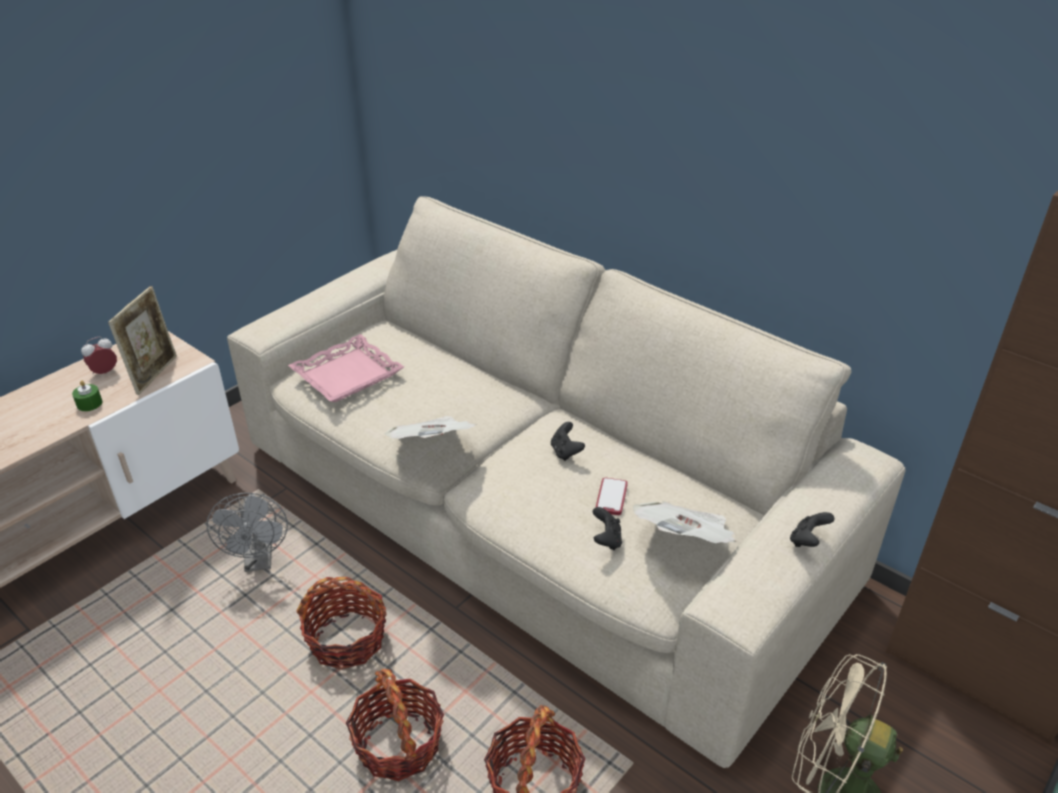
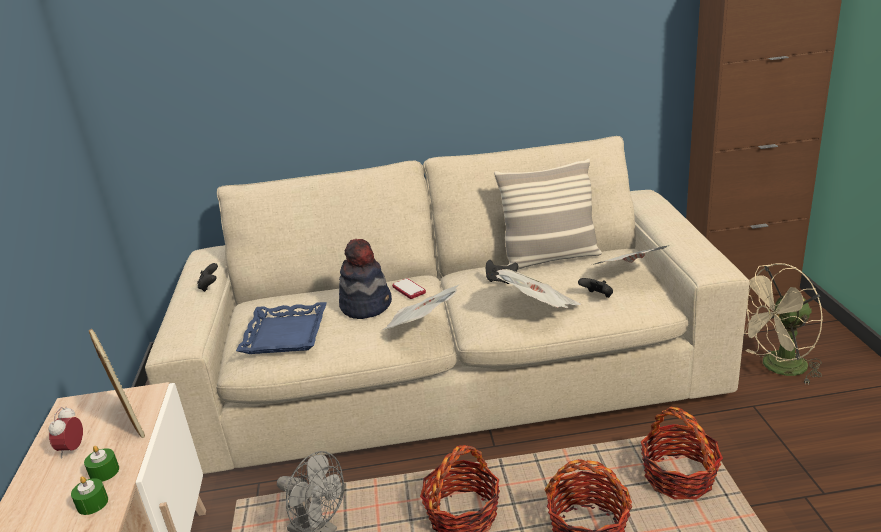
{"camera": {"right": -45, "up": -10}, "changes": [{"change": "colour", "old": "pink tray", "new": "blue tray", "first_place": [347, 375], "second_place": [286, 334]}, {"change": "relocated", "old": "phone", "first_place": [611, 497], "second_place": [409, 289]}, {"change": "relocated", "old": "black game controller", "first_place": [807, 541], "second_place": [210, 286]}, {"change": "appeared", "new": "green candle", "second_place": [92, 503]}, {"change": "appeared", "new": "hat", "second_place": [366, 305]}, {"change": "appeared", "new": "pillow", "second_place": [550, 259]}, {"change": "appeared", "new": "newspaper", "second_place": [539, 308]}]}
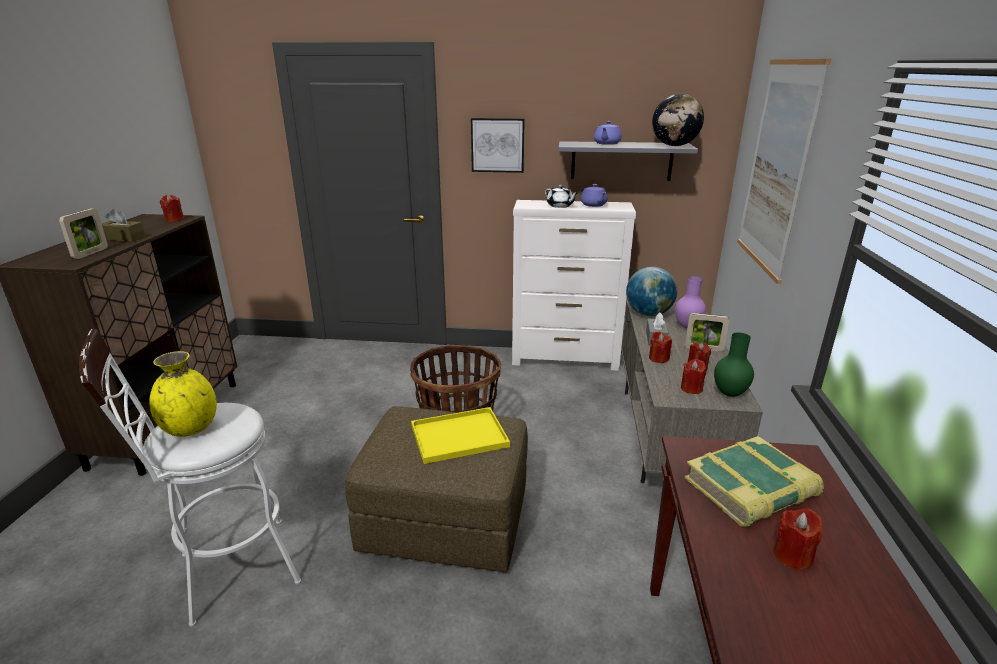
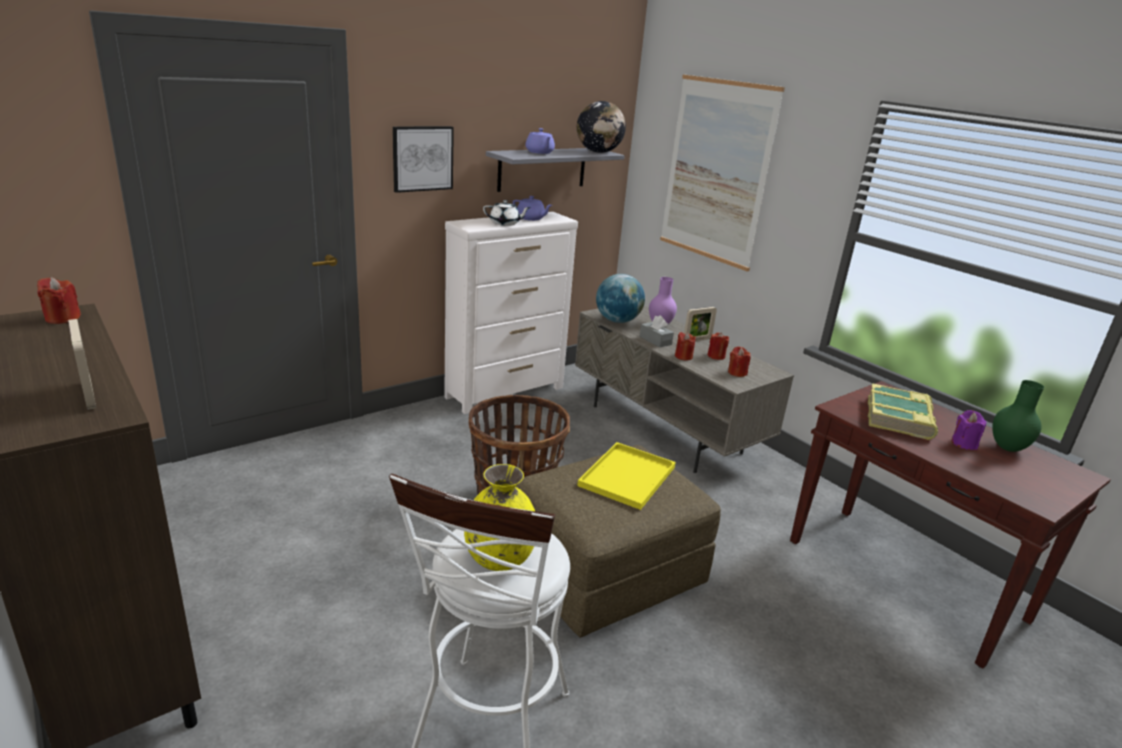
{"camera": {"right": -45, "up": 0}, "changes": [{"change": "missing", "old": "brown tissue box", "first_place": [123, 238]}, {"change": "relocated", "old": "green vase", "first_place": [729, 394], "second_place": [1008, 449]}, {"change": "colour", "old": "red candle", "new": "purple candle", "first_place": [793, 555], "second_place": [964, 444]}]}
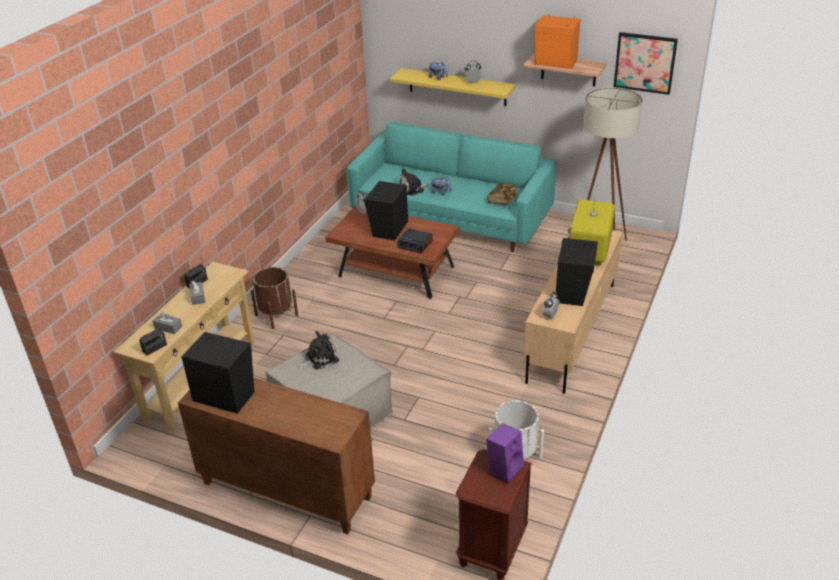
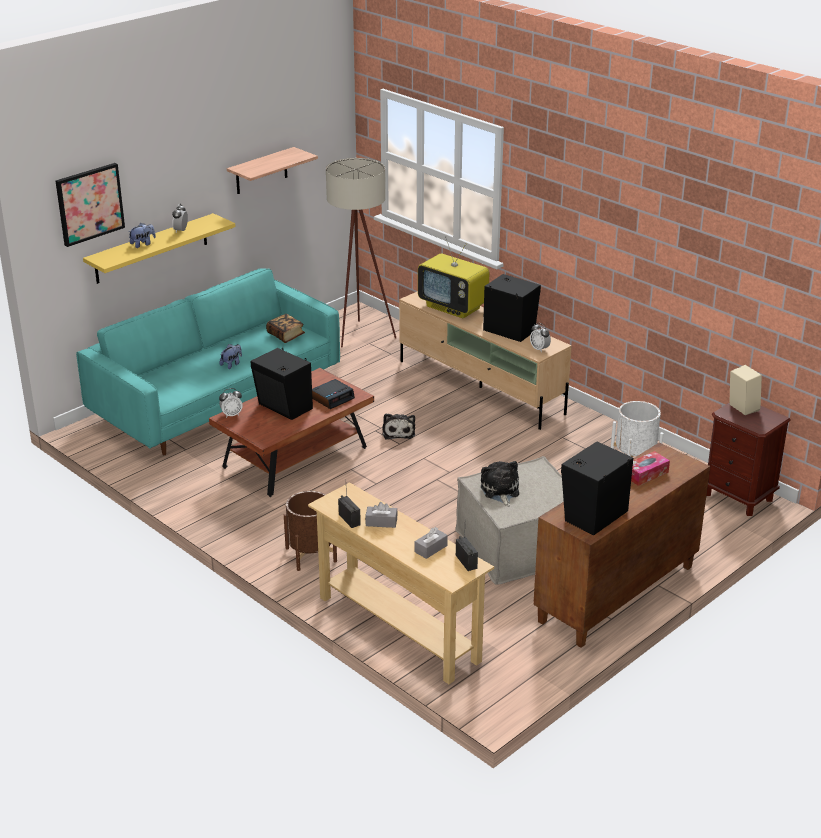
{"camera": {"right": -70, "up": -5}, "changes": [{"change": "relocated", "old": "plush toy", "first_place": [413, 189], "second_place": [398, 432]}, {"change": "colour", "old": "purple speaker", "new": "beige speaker", "first_place": [504, 468], "second_place": [741, 408]}, {"change": "missing", "old": "orange speaker", "first_place": [556, 63]}, {"change": "relocated", "old": "picture", "first_place": [645, 62], "second_place": [89, 204]}, {"change": "appeared", "new": "tissue box", "second_place": [645, 474]}]}
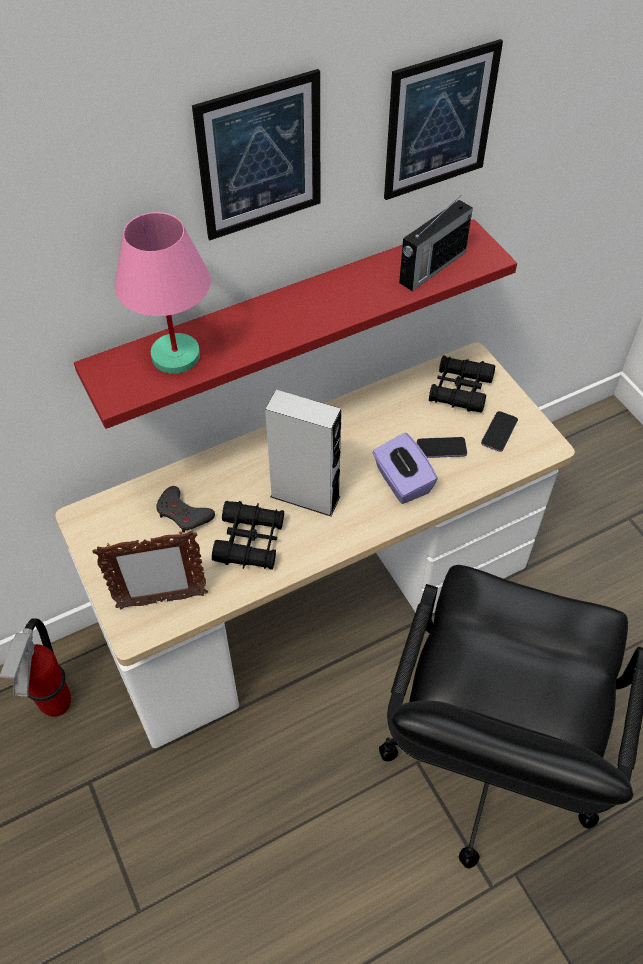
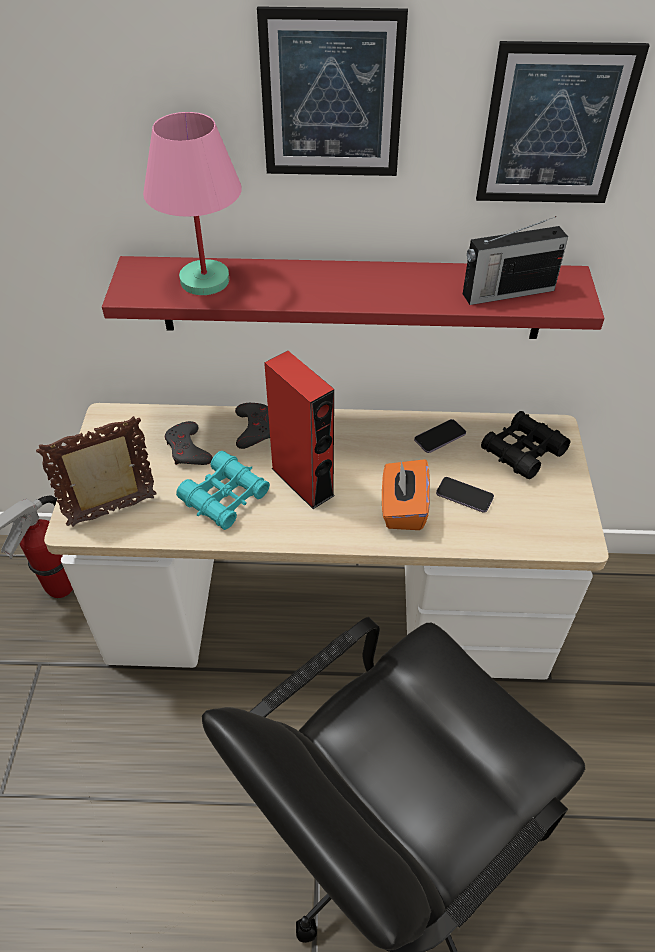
{"camera": {"right": 30, "up": -5}, "changes": [{"change": "spun", "old": "picture frame", "first_place": [161, 601], "second_place": [114, 511], "degrees": 135}, {"change": "colour", "old": "black binoculars", "new": "turquoise binoculars", "first_place": [250, 541], "second_place": [225, 497]}, {"change": "colour", "old": "grey speaker", "new": "red speaker", "first_place": [305, 496], "second_place": [302, 481]}, {"change": "colour", "old": "purple tissue box", "new": "orange tissue box", "first_place": [402, 481], "second_place": [403, 508]}, {"change": "relocated", "old": "phone", "first_place": [499, 432], "second_place": [440, 437]}, {"change": "appeared", "new": "grey game controller", "second_place": [253, 428]}]}
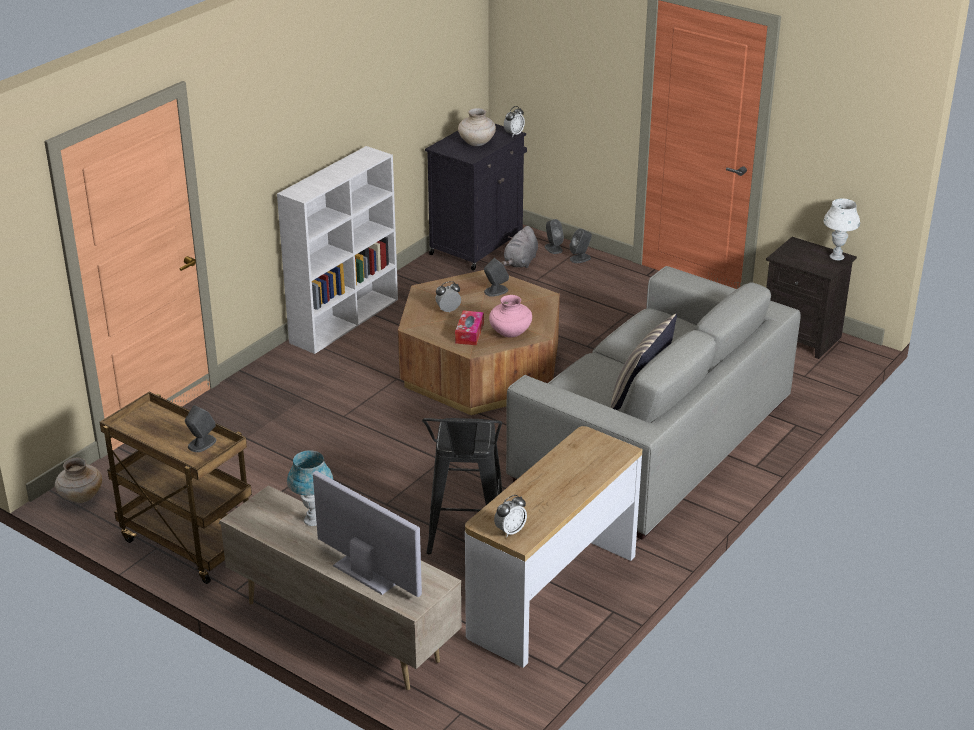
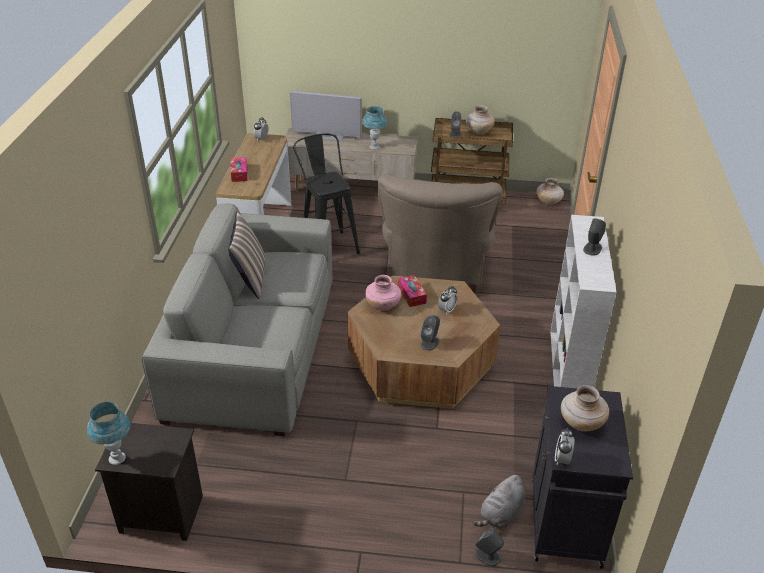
{"camera": {"right": 150, "up": 5}, "changes": [{"change": "spun", "old": "grey plush toy", "first_place": [520, 262], "second_place": [500, 514], "degrees": -135}, {"change": "relocated", "old": "grey speaker", "first_place": [580, 258], "second_place": [592, 248]}, {"change": "colour", "old": "white table lamp", "new": "blue table lamp", "first_place": [836, 257], "second_place": [117, 458]}, {"change": "appeared", "new": "tissue box", "second_place": [239, 173]}, {"change": "appeared", "new": "beige armchair", "second_place": [436, 270]}, {"change": "appeared", "new": "beige vase", "second_place": [478, 131]}]}
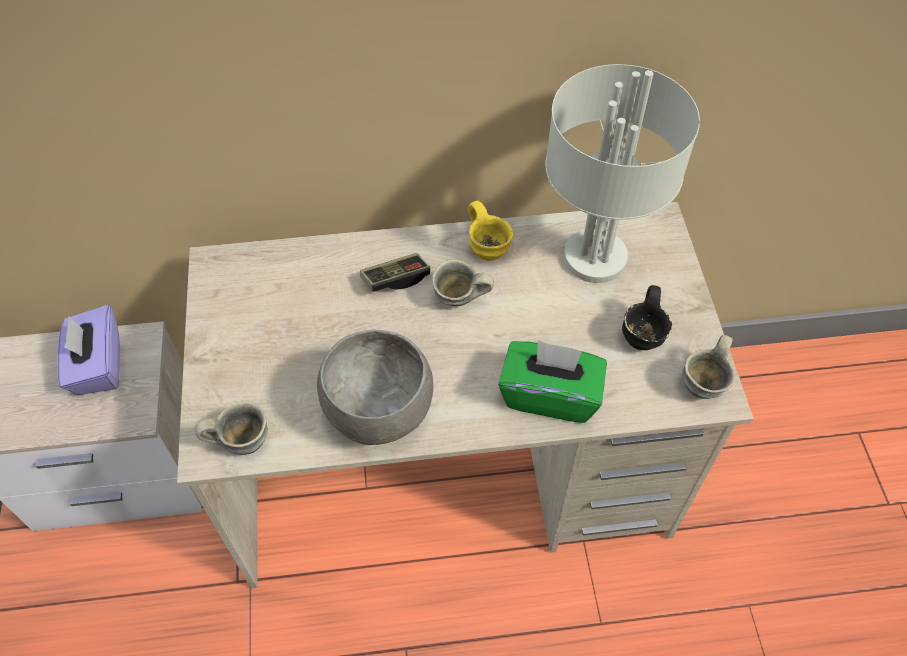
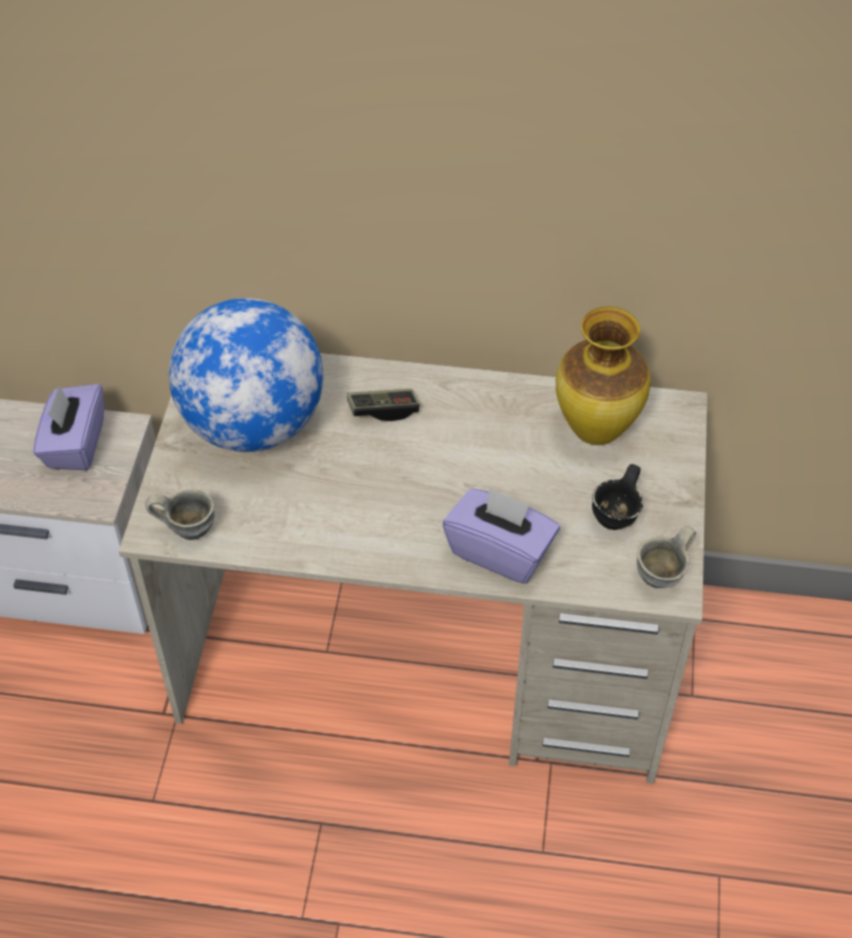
{"camera": {"right": 15, "up": -5}, "changes": [{"change": "missing", "old": "grey bowl", "first_place": [381, 412]}, {"change": "missing", "old": "grey mug", "first_place": [459, 301]}, {"change": "missing", "old": "yellow mug", "first_place": [489, 248]}, {"change": "colour", "old": "green tissue box", "new": "purple tissue box", "first_place": [550, 395], "second_place": [500, 551]}, {"change": "exchanged", "old": "grey table lamp", "new": "vase", "first_place": [594, 259], "second_place": [594, 432]}, {"change": "appeared", "new": "globe", "second_place": [253, 425]}]}
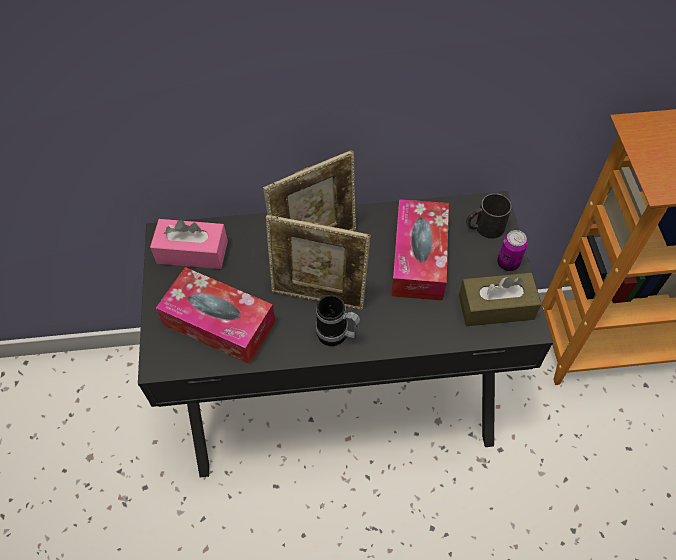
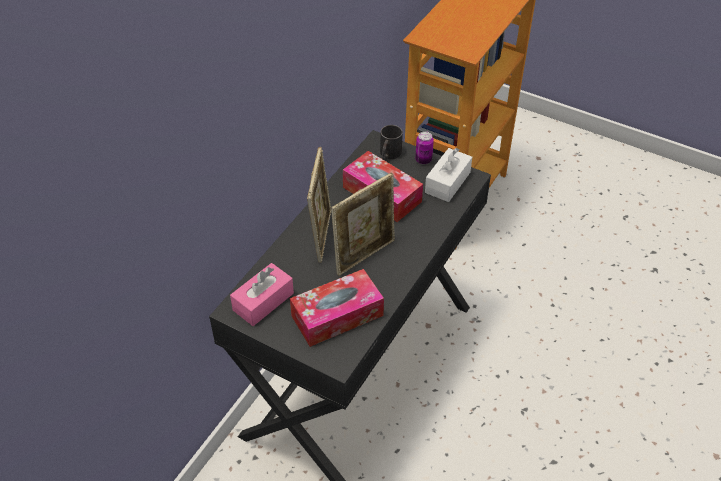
{"camera": {"right": -55, "up": -10}, "changes": [{"change": "missing", "old": "mug", "first_place": [337, 336]}, {"change": "colour", "old": "brown tissue box", "new": "white tissue box", "first_place": [496, 307], "second_place": [447, 182]}]}
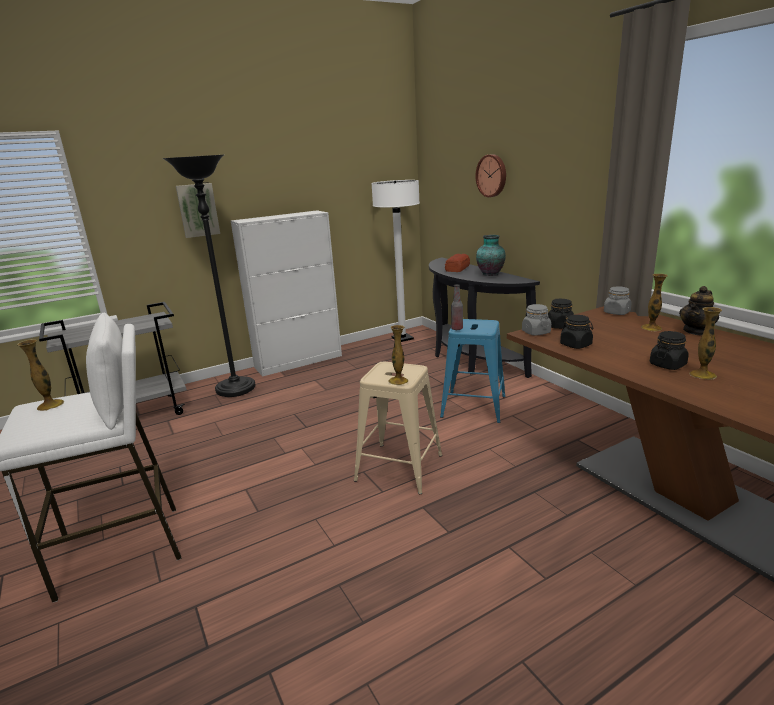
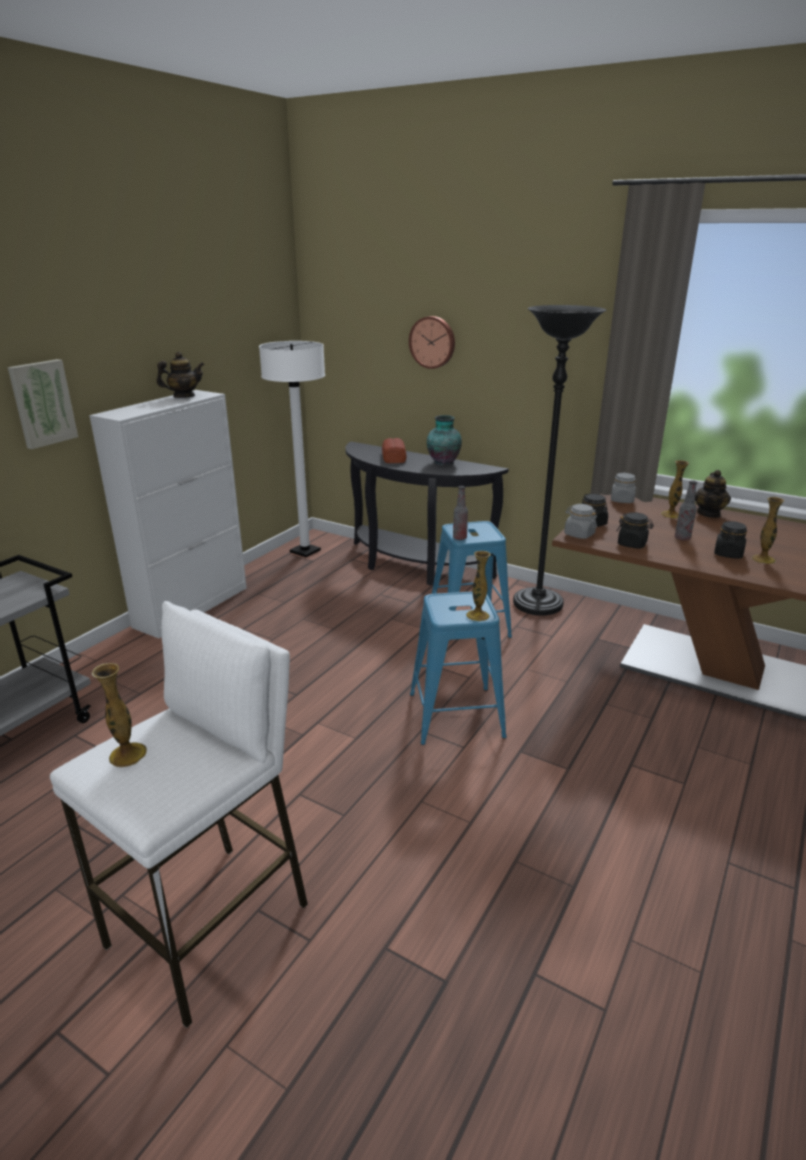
{"camera": {"right": -30, "up": 5}, "changes": [{"change": "relocated", "old": "black floor lamp", "first_place": [236, 389], "second_place": [537, 604]}, {"change": "colour", "old": "beige stool", "new": "blue stool", "first_place": [398, 468], "second_place": [455, 715]}, {"change": "appeared", "new": "teapot", "second_place": [184, 396]}, {"change": "appeared", "new": "bottle", "second_place": [682, 538]}]}
